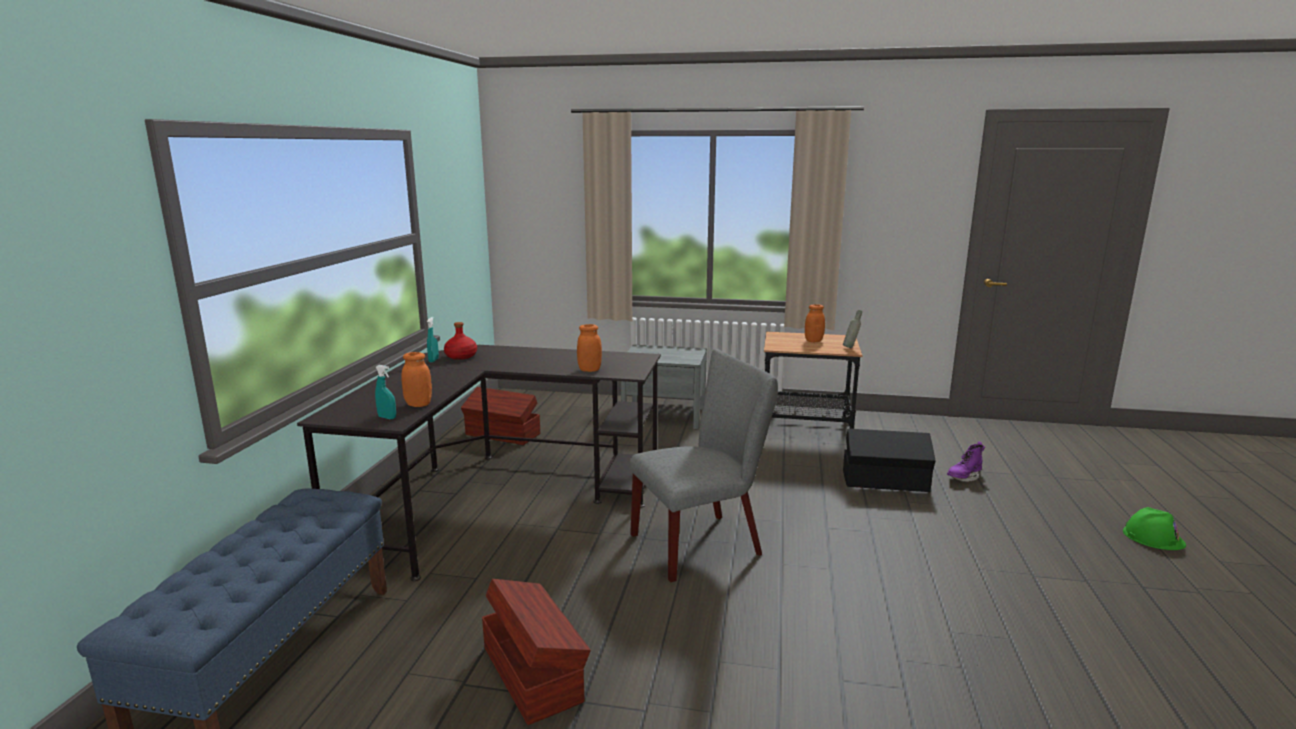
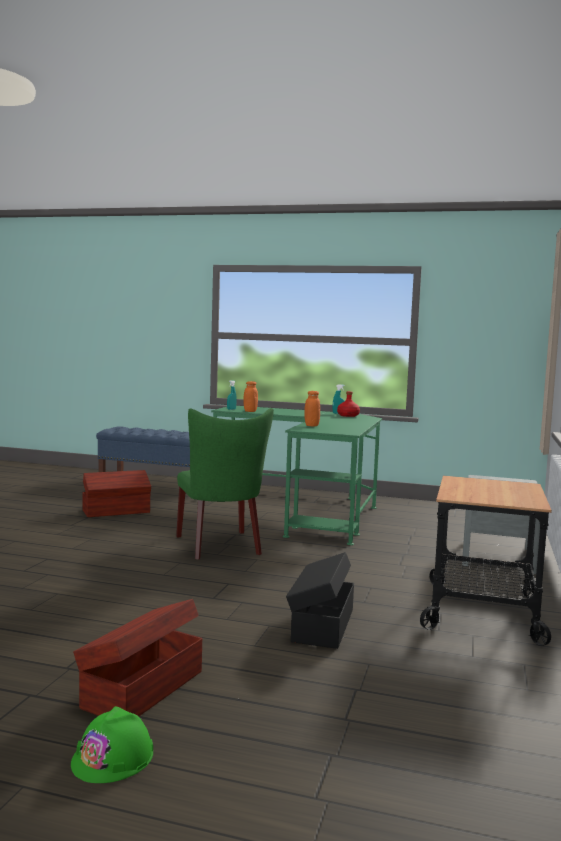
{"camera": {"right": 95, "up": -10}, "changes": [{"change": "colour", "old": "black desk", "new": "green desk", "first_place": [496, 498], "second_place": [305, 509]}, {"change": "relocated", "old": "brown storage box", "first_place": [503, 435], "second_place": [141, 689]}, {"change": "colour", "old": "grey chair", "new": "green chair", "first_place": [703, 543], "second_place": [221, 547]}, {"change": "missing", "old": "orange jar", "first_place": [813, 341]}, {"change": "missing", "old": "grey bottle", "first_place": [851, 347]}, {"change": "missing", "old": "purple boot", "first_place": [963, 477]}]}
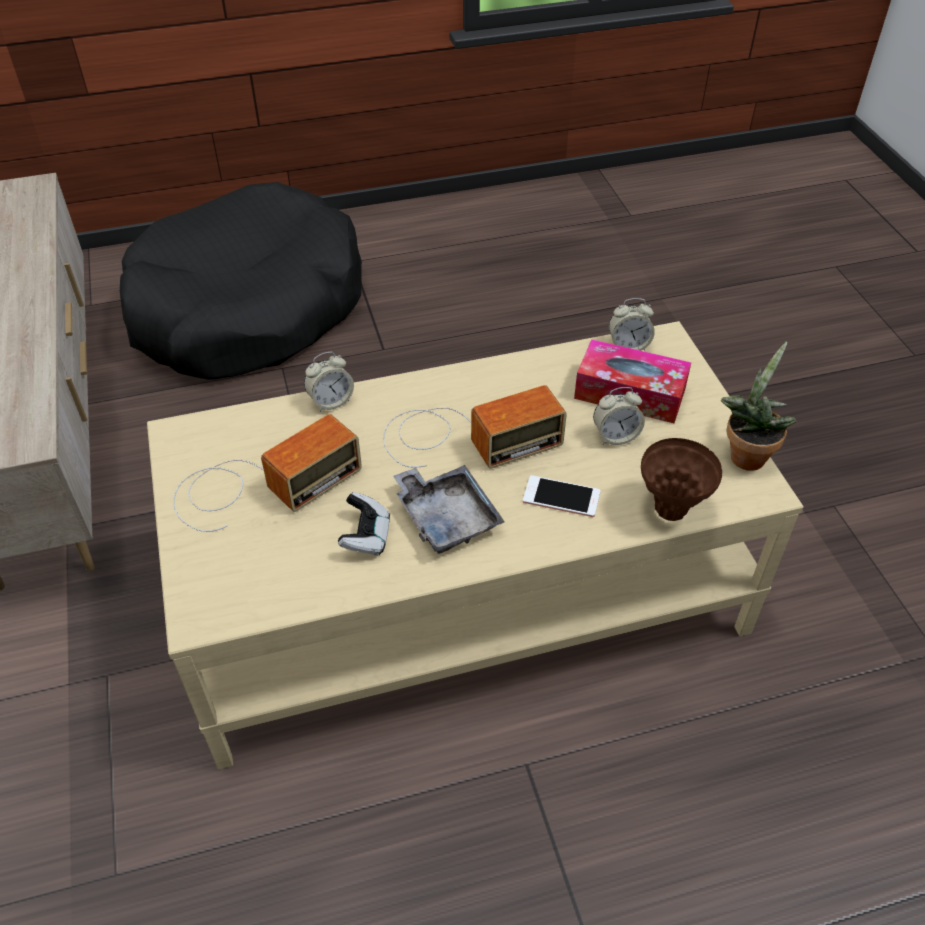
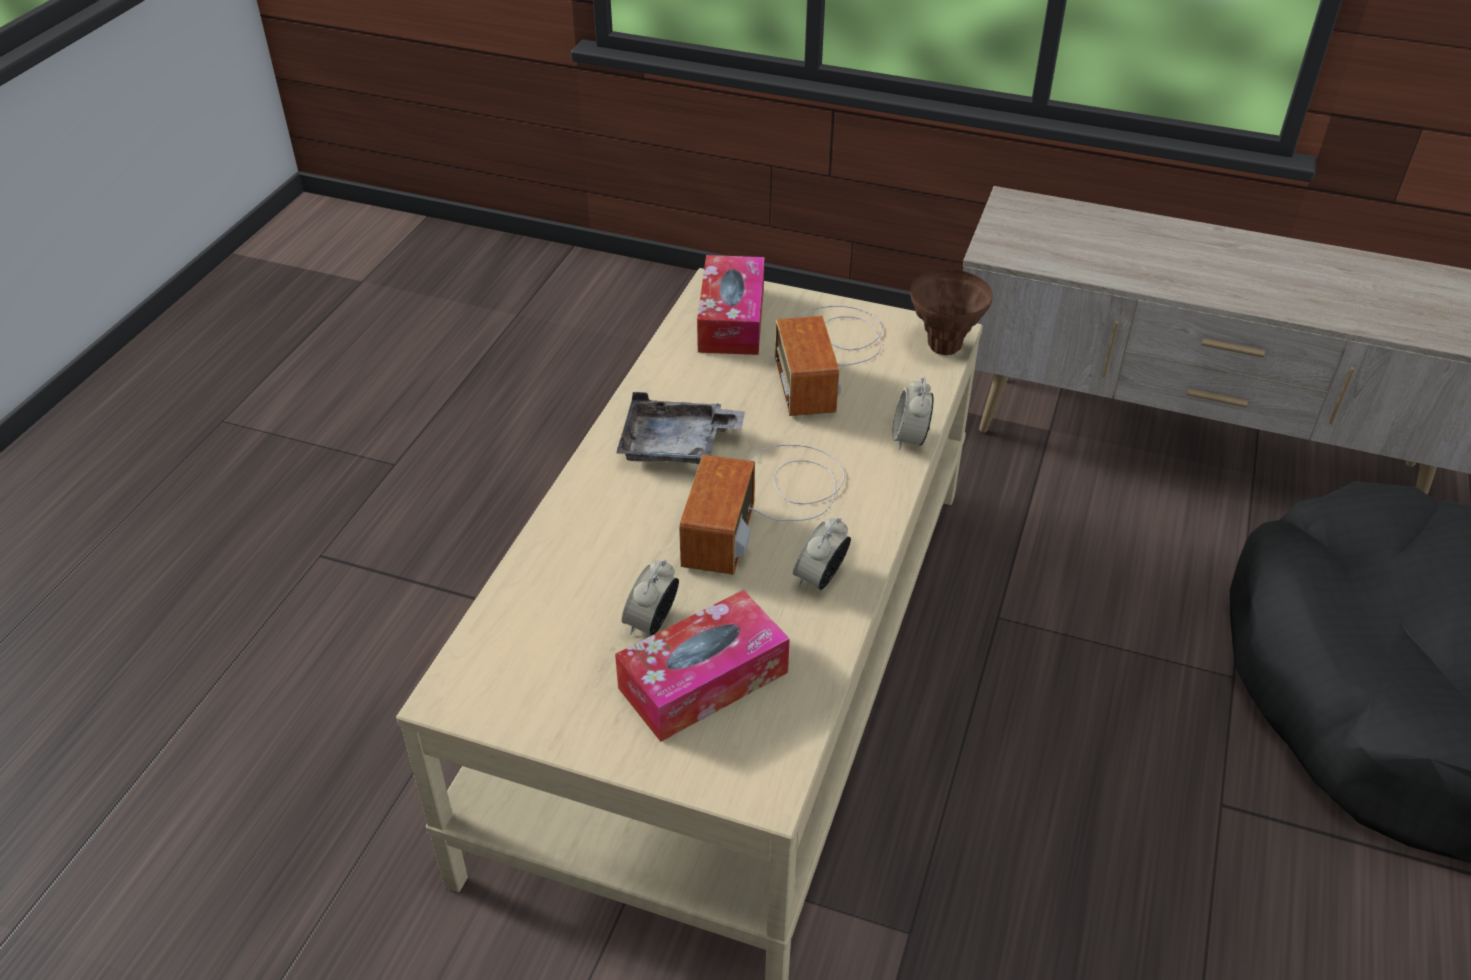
{"camera": {"right": 125, "up": -5}, "changes": [{"change": "missing", "old": "game controller", "first_place": [366, 536]}, {"change": "missing", "old": "phone", "first_place": [561, 497]}, {"change": "relocated", "old": "alarm clock", "first_place": [628, 346], "second_place": [820, 578]}, {"change": "relocated", "old": "brown vase", "first_place": [671, 510], "second_place": [944, 347]}, {"change": "missing", "old": "potted plant", "first_place": [746, 454]}, {"change": "appeared", "new": "tissue box", "second_place": [731, 319]}]}
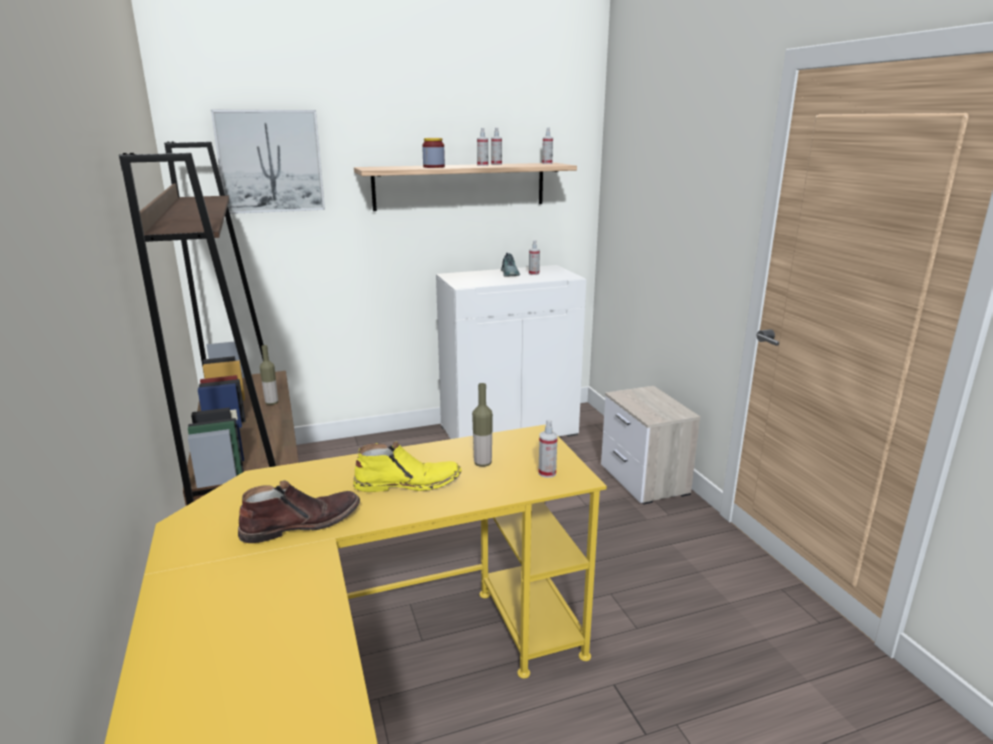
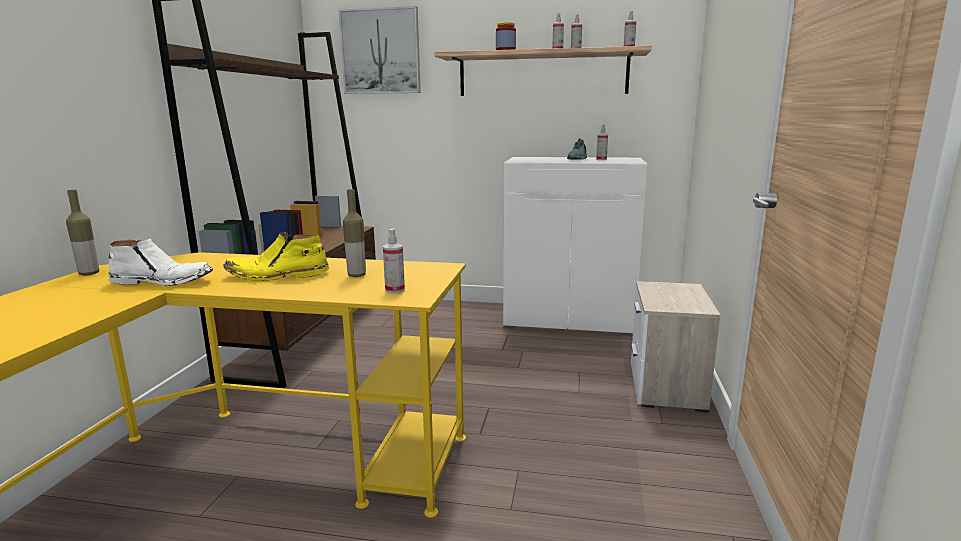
{"camera": {"right": 30, "up": -5}, "changes": [{"change": "colour", "old": "brown boot", "new": "white boot", "first_place": [301, 523], "second_place": [163, 281]}, {"change": "relocated", "old": "bottle", "first_place": [271, 403], "second_place": [89, 273]}, {"change": "spun", "old": "yellow boot", "first_place": [408, 483], "second_place": [277, 275], "degrees": 150}]}
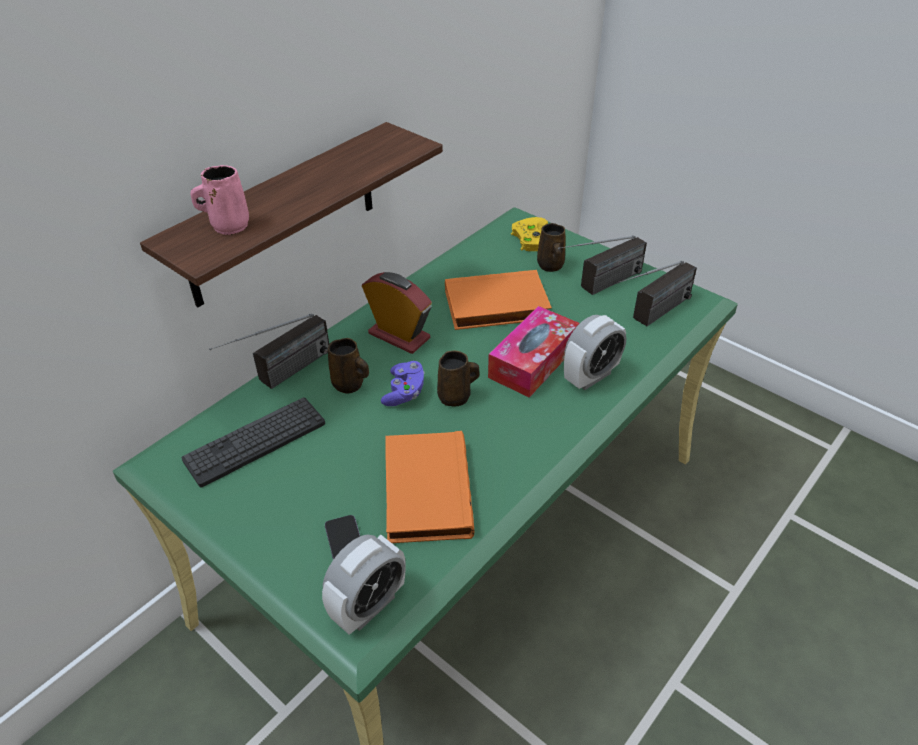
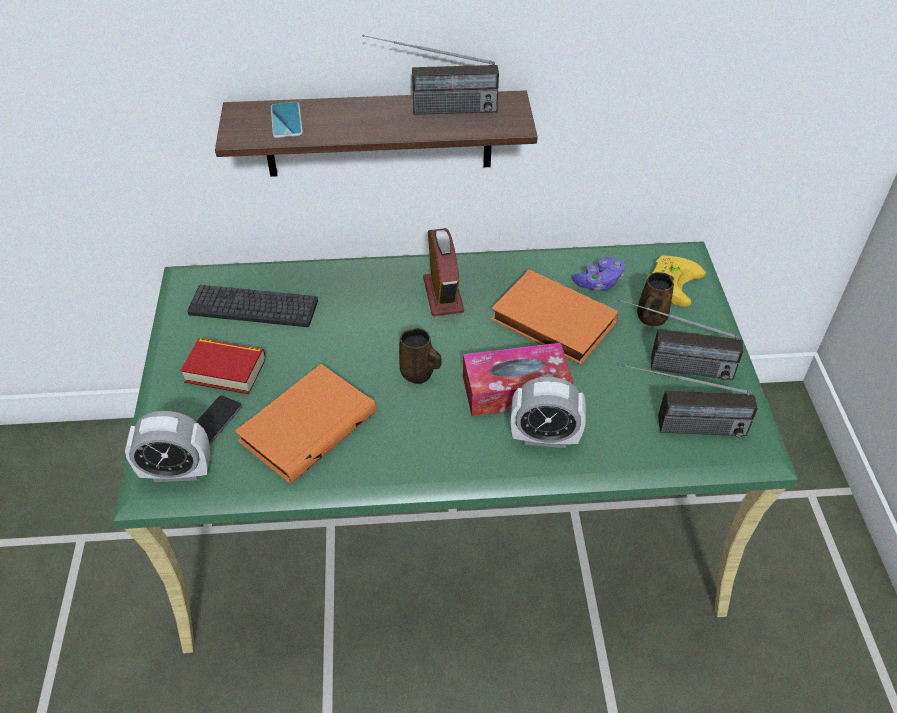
{"camera": {"right": 45, "up": 5}, "changes": [{"change": "exchanged", "old": "pink mug", "new": "phone", "first_place": [228, 226], "second_place": [286, 120]}, {"change": "relocated", "old": "radio", "first_place": [280, 376], "second_place": [432, 109]}, {"change": "missing", "old": "brown mug", "first_place": [350, 385]}, {"change": "relocated", "old": "purple game controller", "first_place": [404, 392], "second_place": [599, 283]}, {"change": "appeared", "new": "book", "second_place": [225, 370]}]}
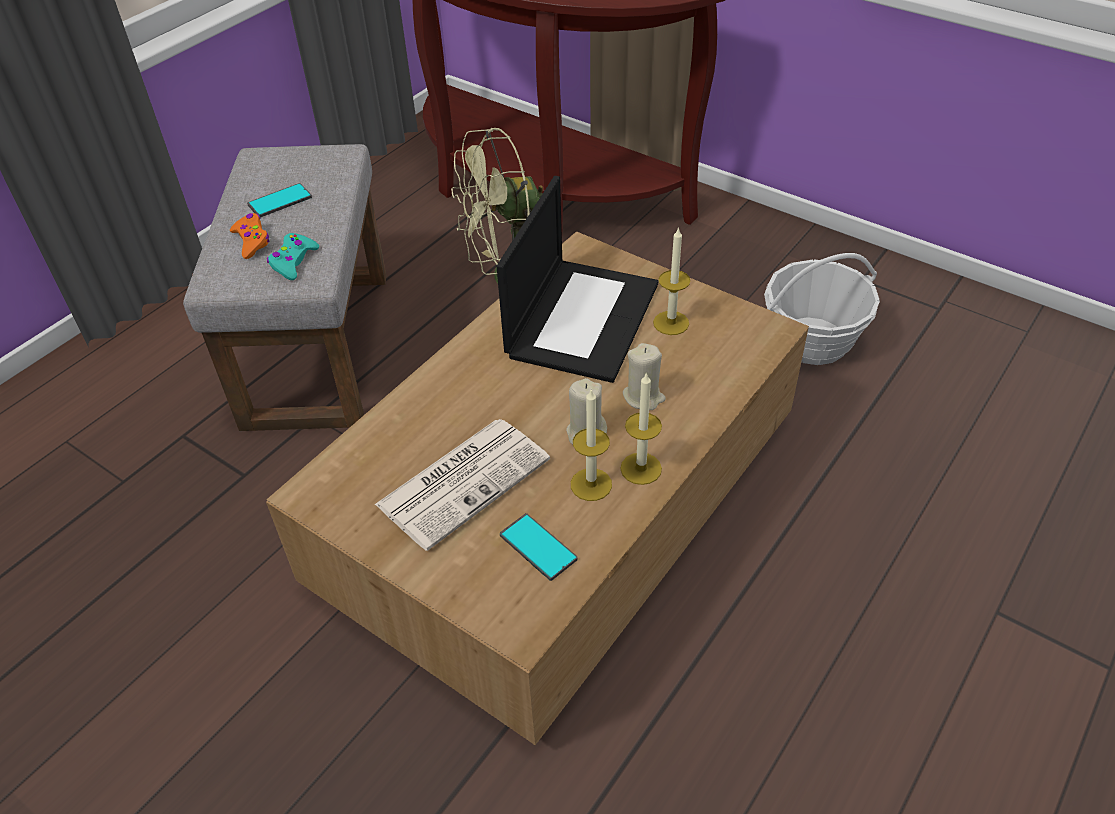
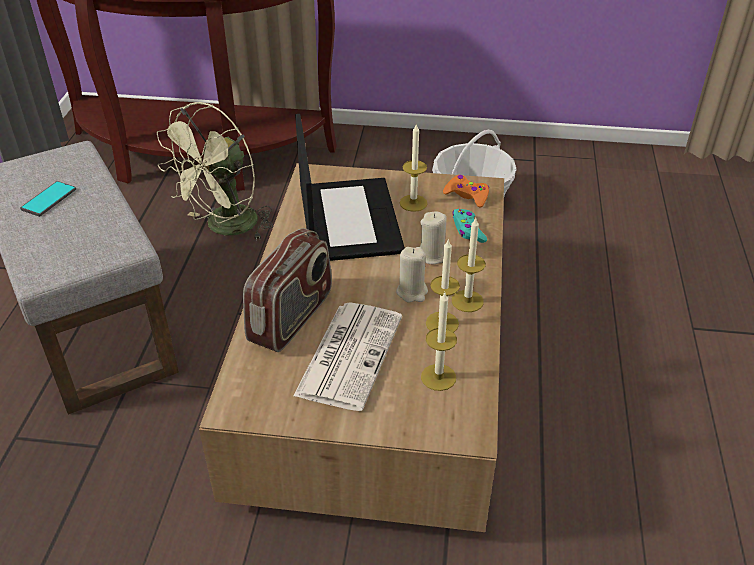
{"camera": {"right": -30, "up": -5}, "changes": [{"change": "relocated", "old": "orange game controller", "first_place": [252, 241], "second_place": [467, 195]}, {"change": "relocated", "old": "turquoise game controller", "first_place": [293, 262], "second_place": [468, 230]}, {"change": "exchanged", "old": "phone", "new": "candle", "first_place": [538, 547], "second_place": [438, 377]}, {"change": "appeared", "new": "radio", "second_place": [292, 318]}]}
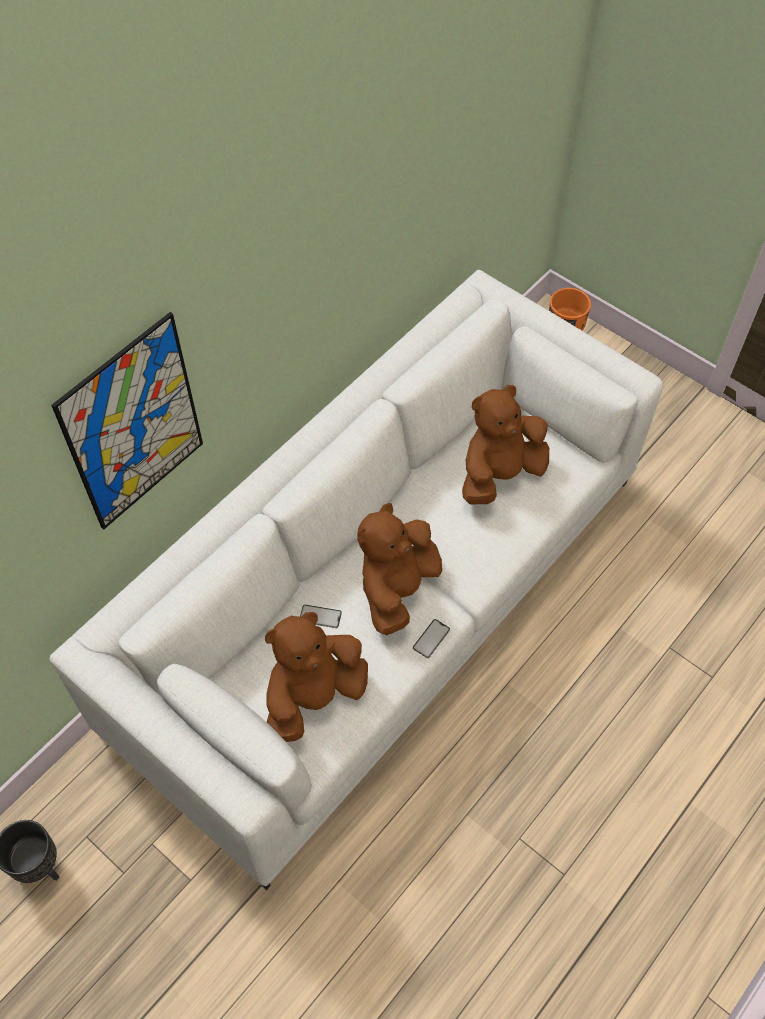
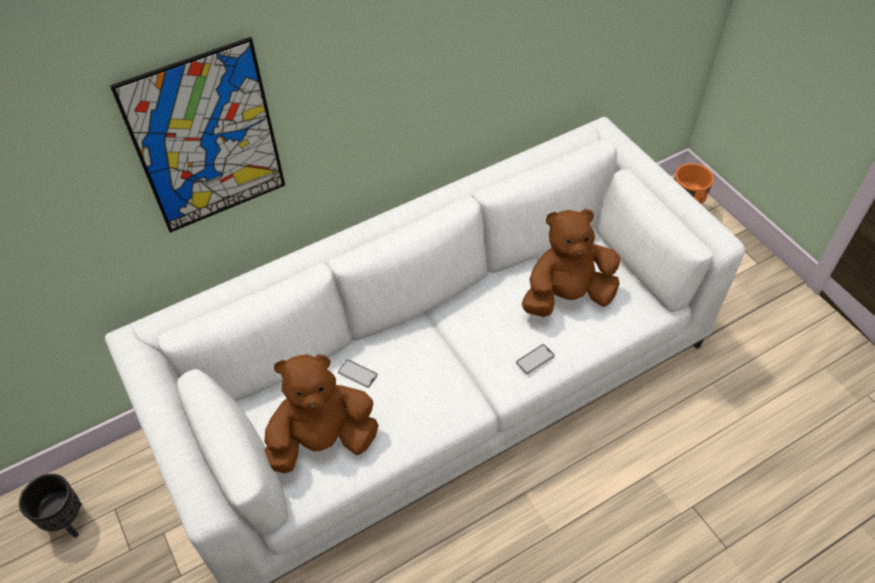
{"camera": {"right": 20, "up": -5}, "changes": [{"change": "missing", "old": "brown plush toy", "first_place": [397, 589]}, {"change": "relocated", "old": "phone", "first_place": [431, 638], "second_place": [535, 359]}]}
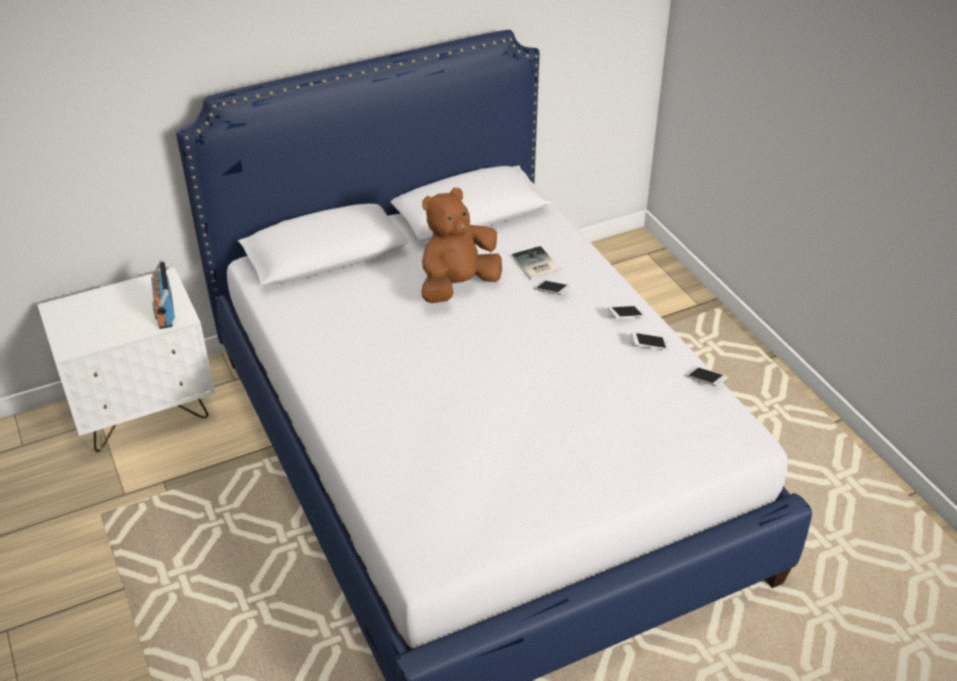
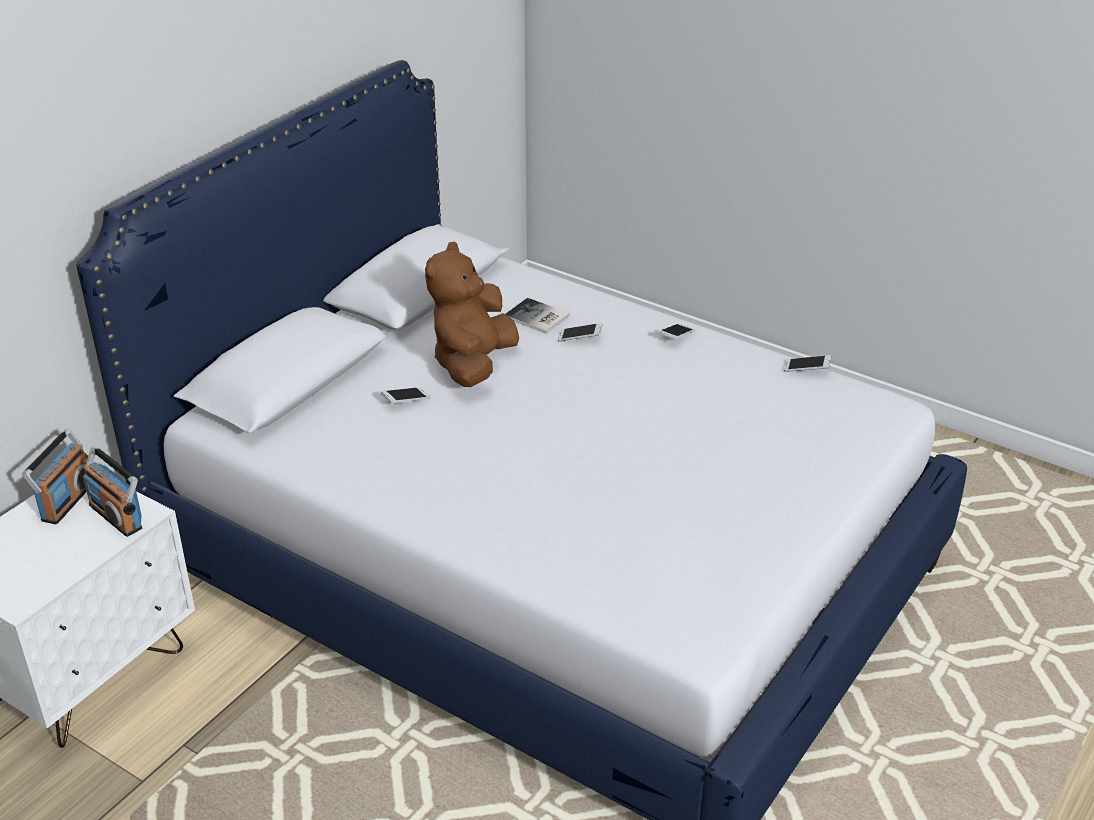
{"camera": {"right": -30, "up": -5}, "changes": [{"change": "relocated", "old": "phone", "first_place": [649, 346], "second_place": [406, 401]}, {"change": "appeared", "new": "radio", "second_place": [67, 501]}]}
